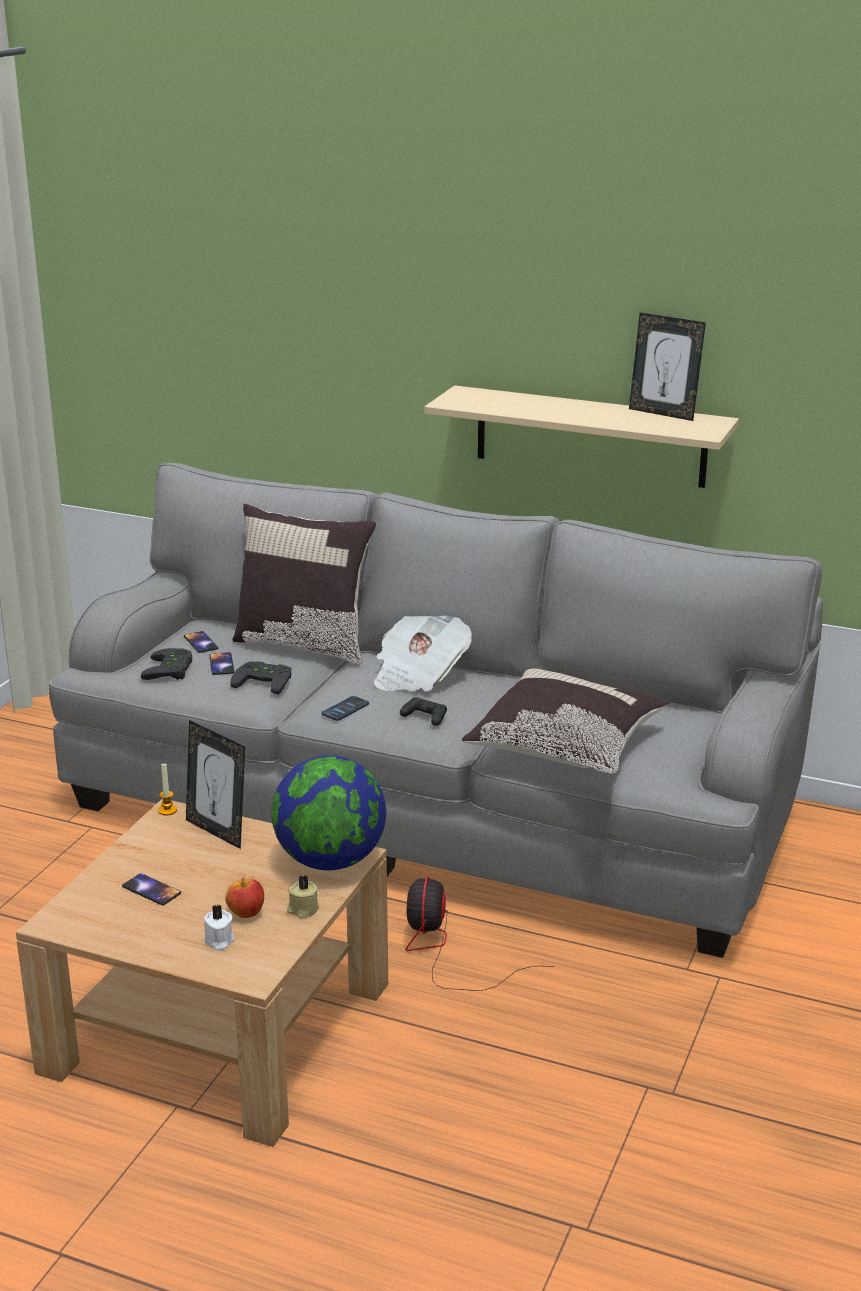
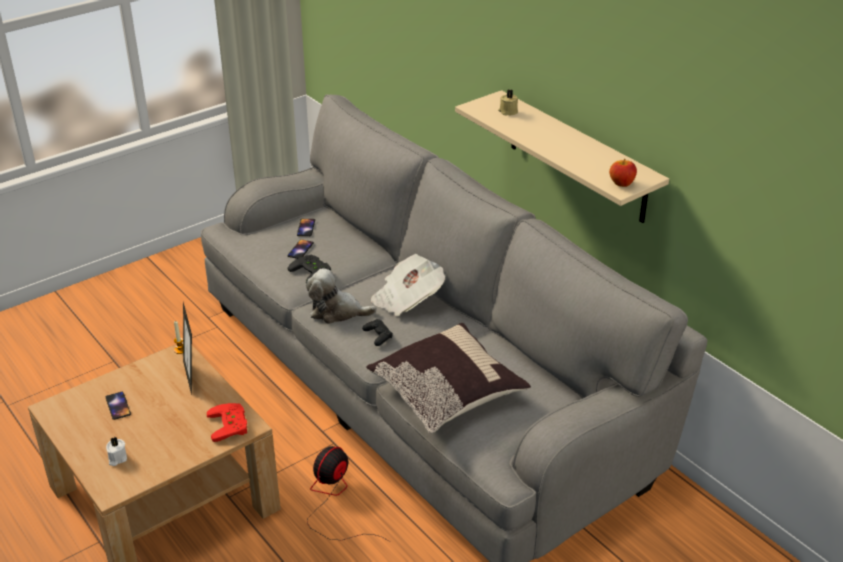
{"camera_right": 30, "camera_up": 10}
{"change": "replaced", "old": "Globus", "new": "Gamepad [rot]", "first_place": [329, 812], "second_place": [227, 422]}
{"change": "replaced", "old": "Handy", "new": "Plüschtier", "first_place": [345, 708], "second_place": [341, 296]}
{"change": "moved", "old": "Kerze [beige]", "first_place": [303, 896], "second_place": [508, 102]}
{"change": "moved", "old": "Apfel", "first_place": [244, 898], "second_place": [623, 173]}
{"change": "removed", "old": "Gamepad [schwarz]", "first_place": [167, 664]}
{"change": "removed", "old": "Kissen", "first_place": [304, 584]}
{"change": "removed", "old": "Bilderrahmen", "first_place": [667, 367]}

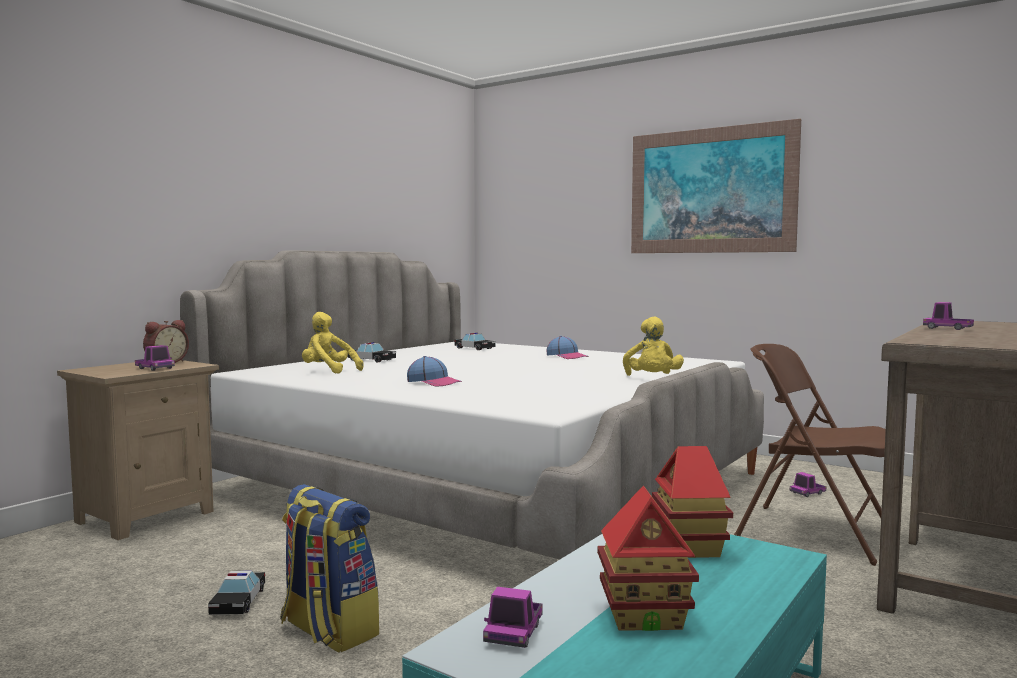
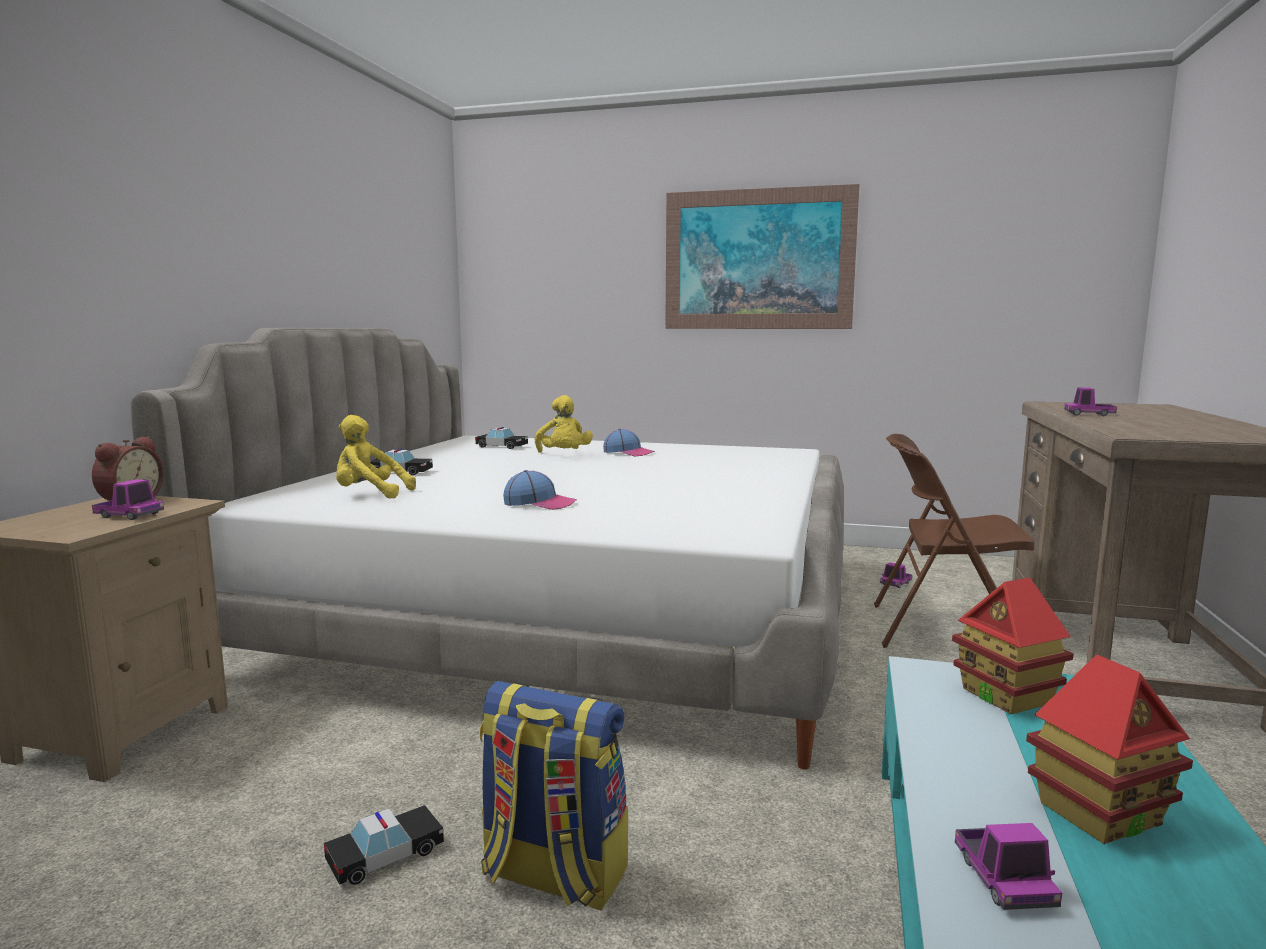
{"camera_right": -20, "camera_up": 5}
{"change": "turned", "old": "Spielzeugauto", "first_place": [236, 593], "second_place": [384, 845], "degrees": -105}
{"change": "moved", "old": "Plüschtier [gelb]", "first_place": [653, 346], "second_place": [564, 424]}

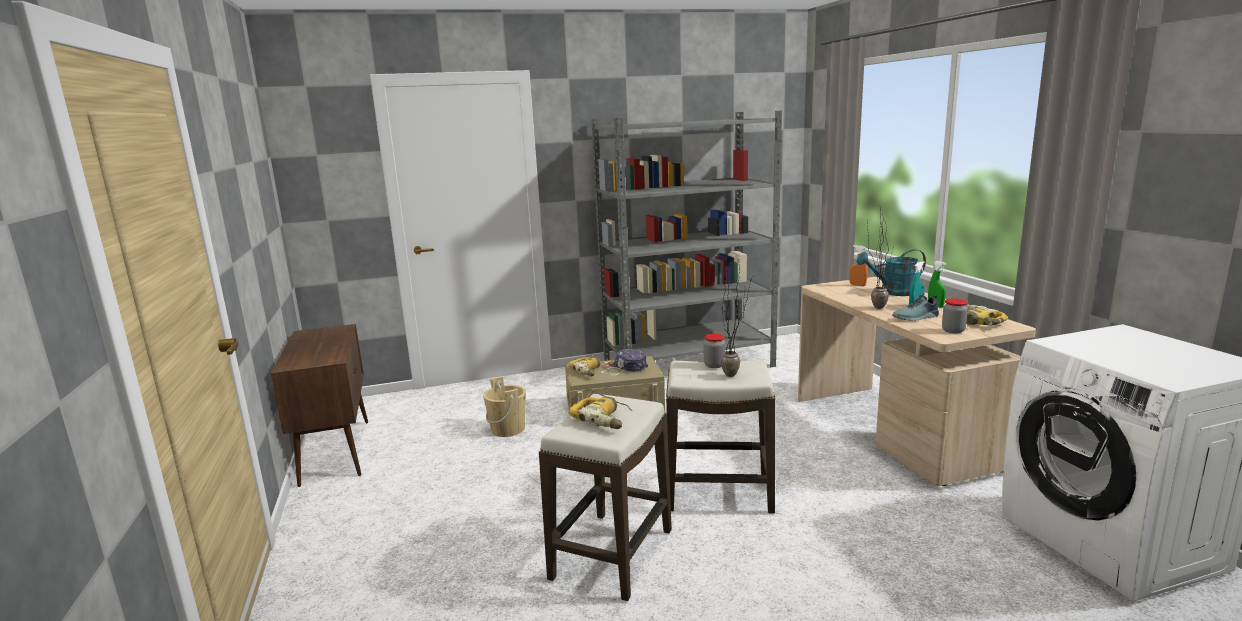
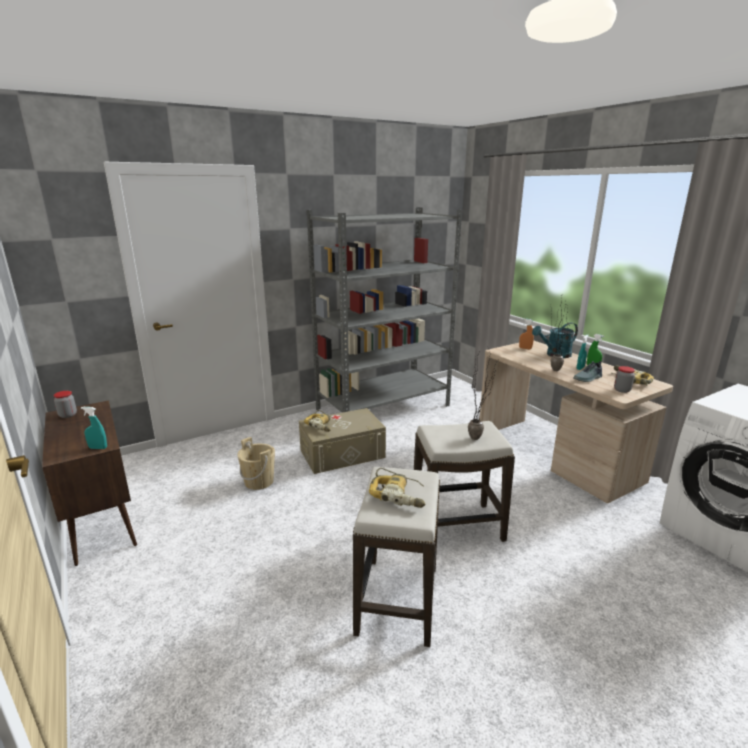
{"camera_right": -15, "camera_up": 5}
{"change": "moved", "old": "Vorratsglas", "first_place": [714, 350], "second_place": [65, 404]}
{"change": "added", "new": "Sprühflasche [türkis]", "second_place": [94, 428]}
{"change": "removed", "old": "Kappe", "first_place": [628, 360]}

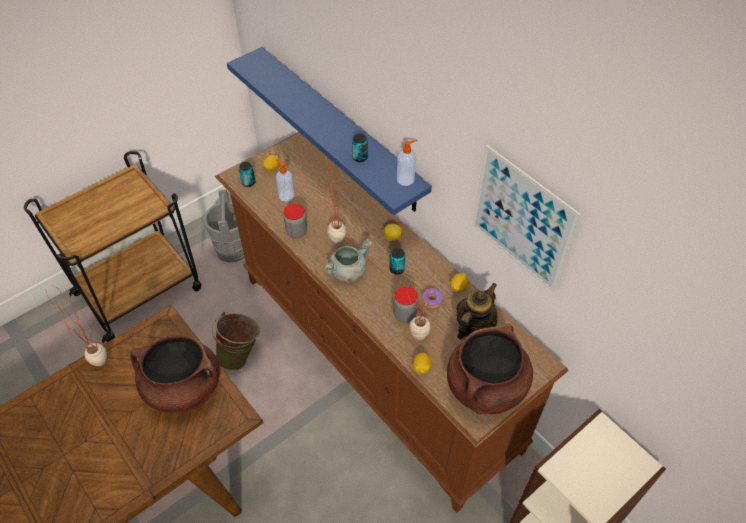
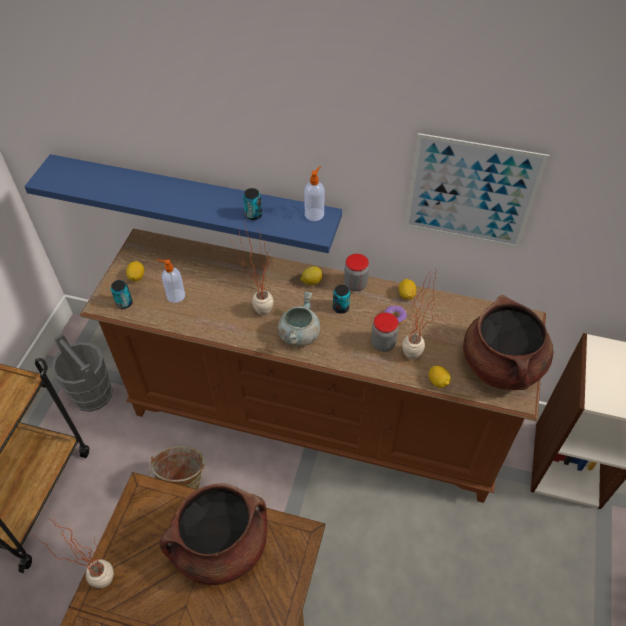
{"camera_right": -35, "camera_up": 0}
{"change": "moved", "old": "Vorratsglas", "first_place": [295, 221], "second_place": [356, 272]}
{"change": "removed", "old": "Teekanne", "first_place": [476, 311]}

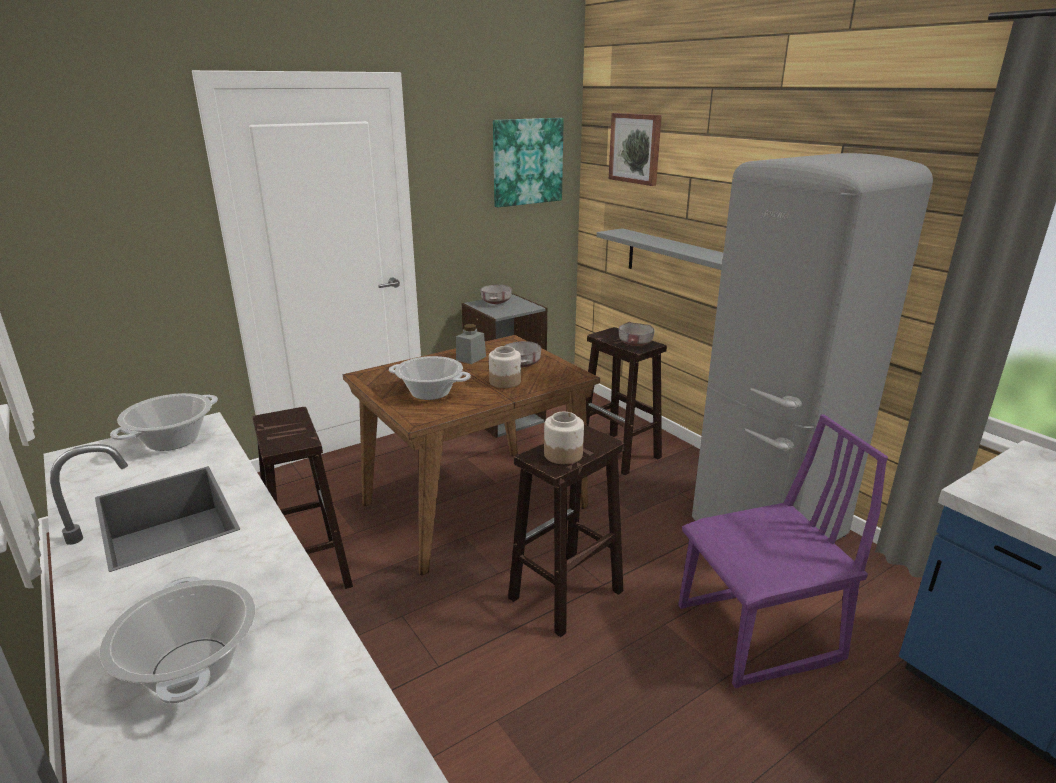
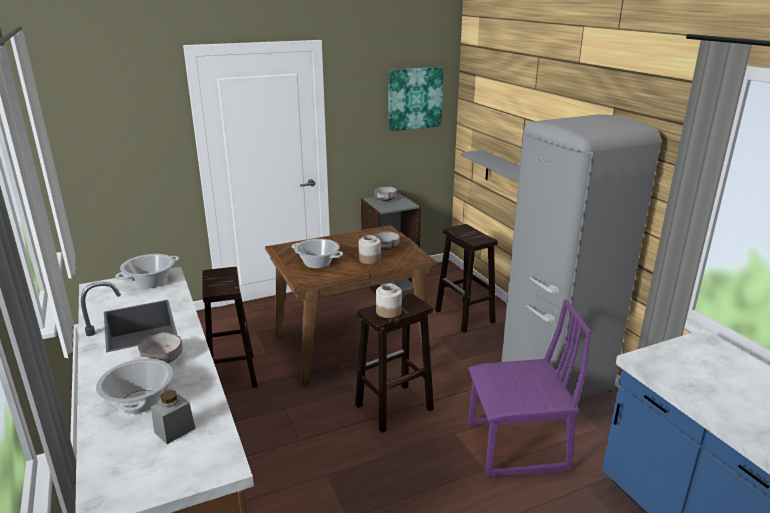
{"camera_right": 10, "camera_up": 0}
{"change": "moved", "old": "Schüssel [grau]", "first_place": [637, 334], "second_place": [160, 347]}
{"change": "moved", "old": "Vorratsglas [grau]", "first_place": [471, 344], "second_place": [173, 417]}
{"change": "removed", "old": "Bild", "first_place": [635, 149]}

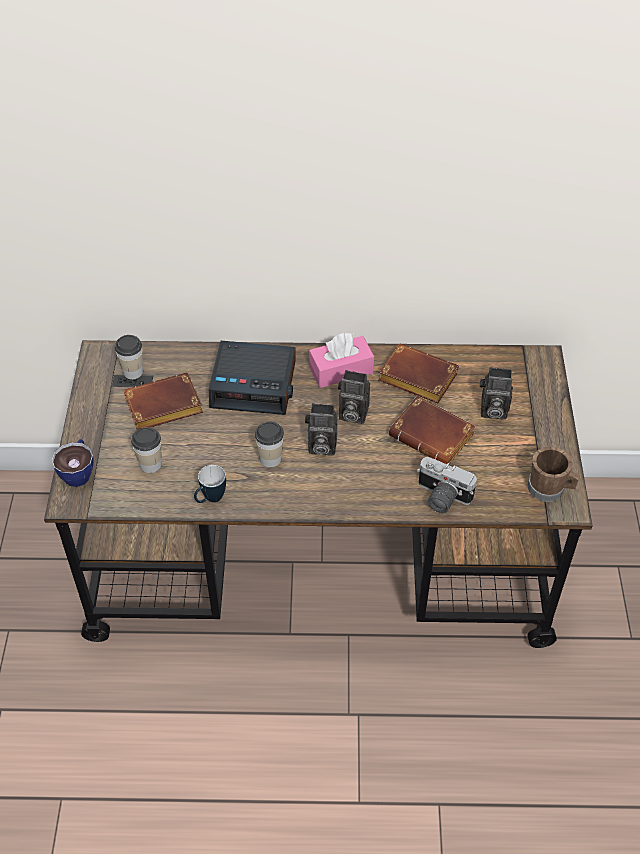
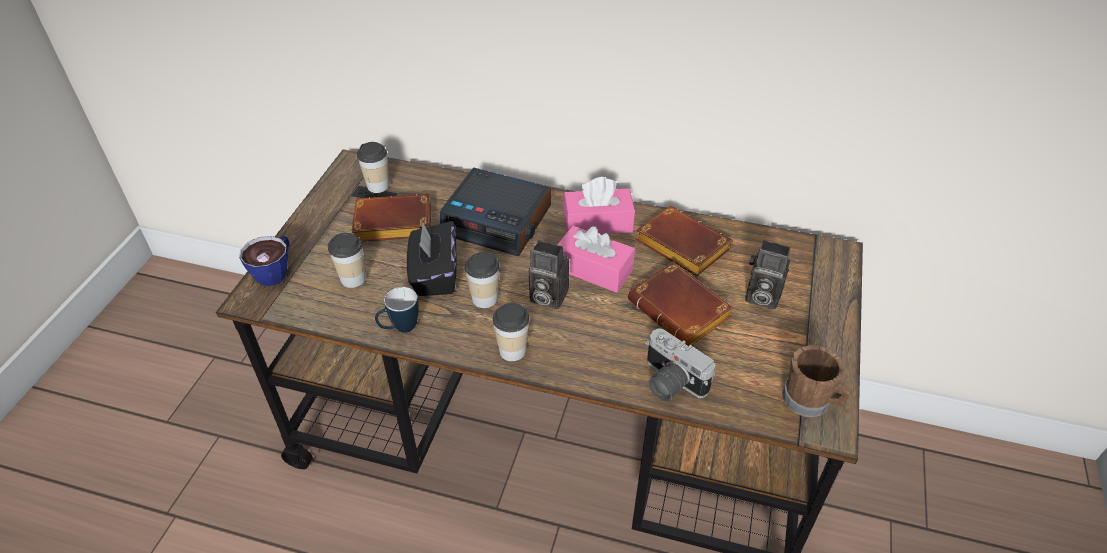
{"camera_right": 15, "camera_up": -5}
{"change": "added", "new": "Taschentuchbox [schwarz]", "second_place": [431, 258]}
{"change": "added", "new": "Tasse", "second_place": [511, 332]}
{"change": "replaced", "old": "Kamera", "new": "Taschentuchbox [rosa]", "first_place": [354, 397], "second_place": [596, 259]}

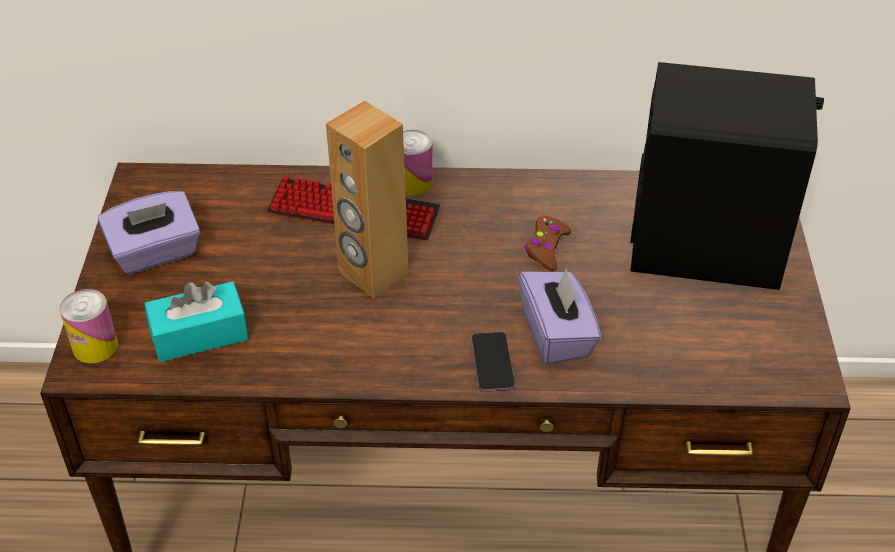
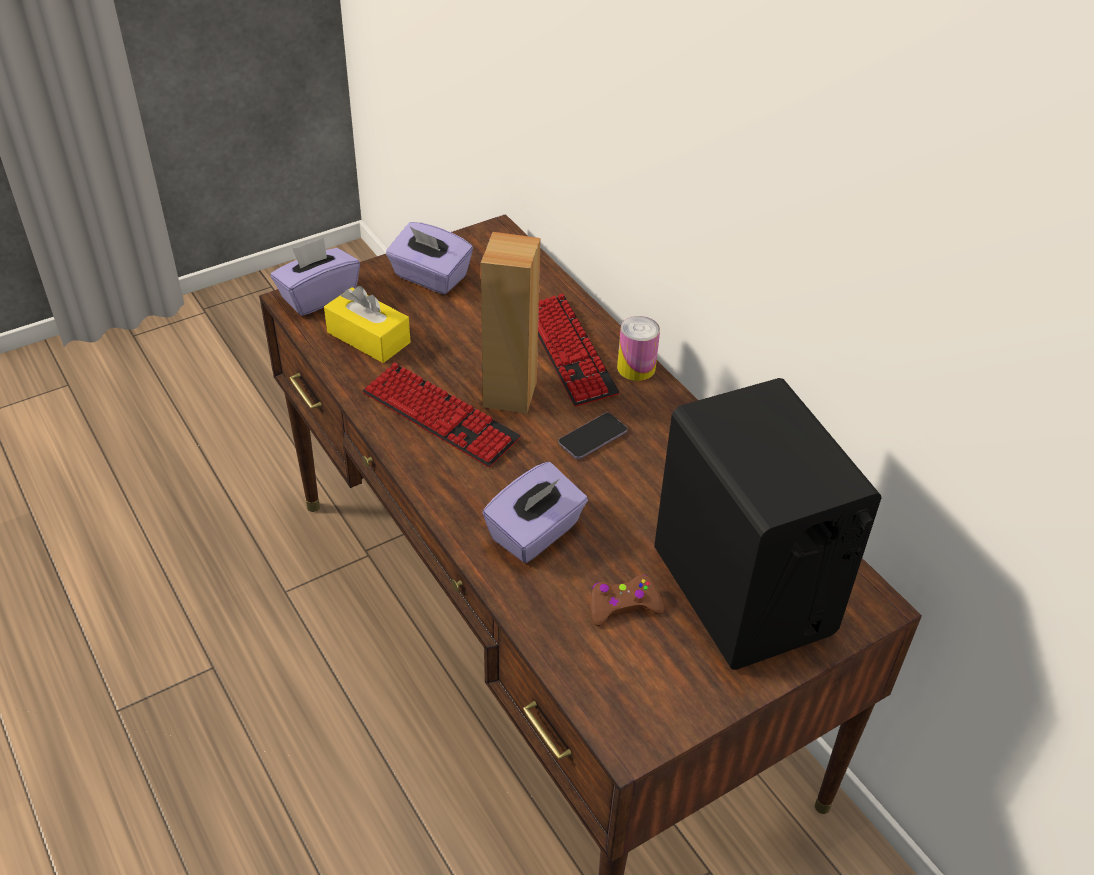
{"camera_right": 55, "camera_up": 0}
{"change": "replaced", "old": "Dose", "new": "Taschentuchbox [lila]", "first_place": [89, 326], "second_place": [315, 277]}
{"change": "recoloured", "old": "Taschentuchbox [türkis]", "new": "Taschentuchbox [gelb]", "first_place": [196, 321], "second_place": [367, 324]}
{"change": "added", "new": "Tastatur", "second_place": [441, 414]}
{"change": "moved", "old": "Handy", "first_place": [493, 362], "second_place": [592, 436]}
{"change": "moved", "old": "Gamepad [braun]", "first_place": [548, 243], "second_place": [627, 600]}

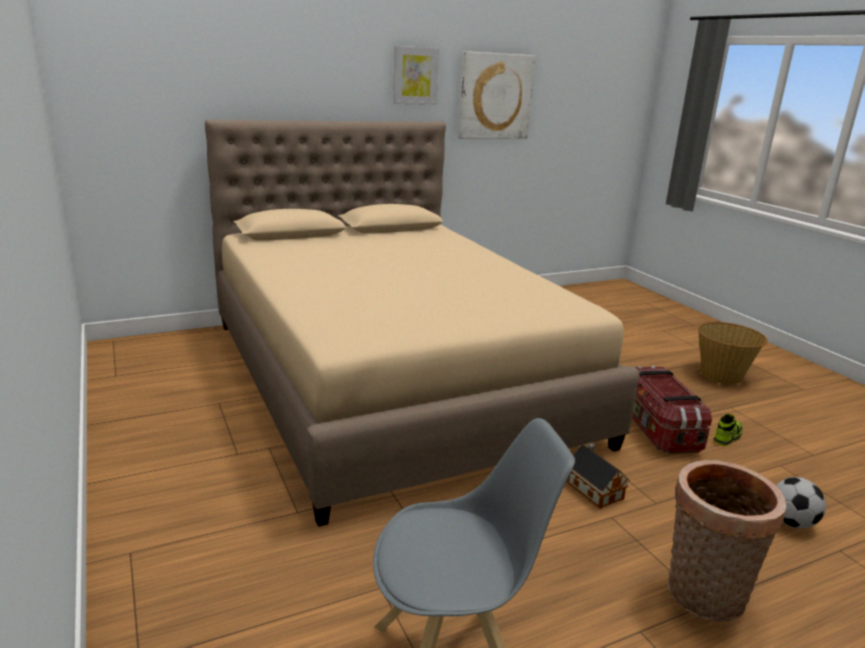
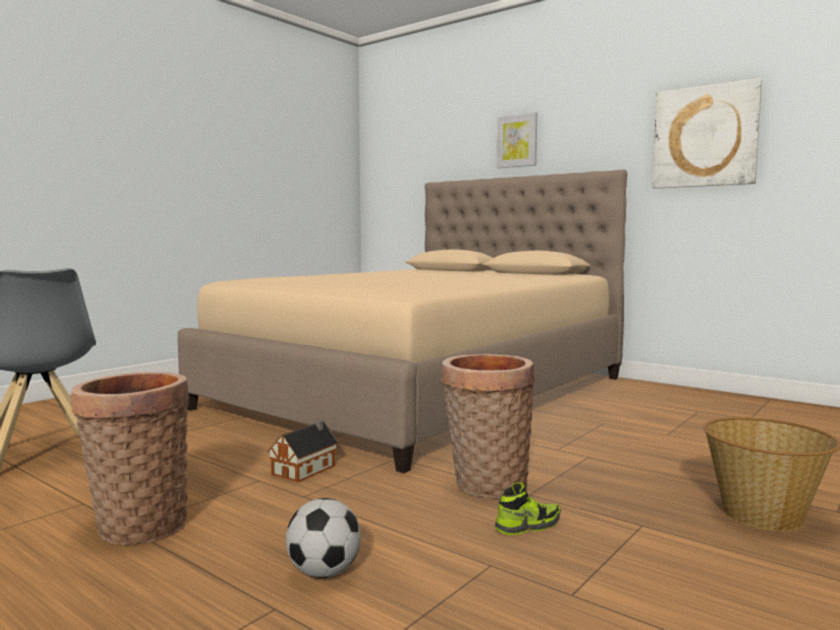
{"camera_right": 65, "camera_up": -15}
{"change": "replaced", "old": "Aufbewahrungsbox", "new": "Korb", "first_place": [672, 410], "second_place": [488, 426]}
{"change": "turned", "old": "Schuh", "first_place": [728, 430], "second_place": [528, 508], "degrees": -45}
{"change": "moved", "old": "Bild", "first_place": [416, 75], "second_place": [516, 140]}

